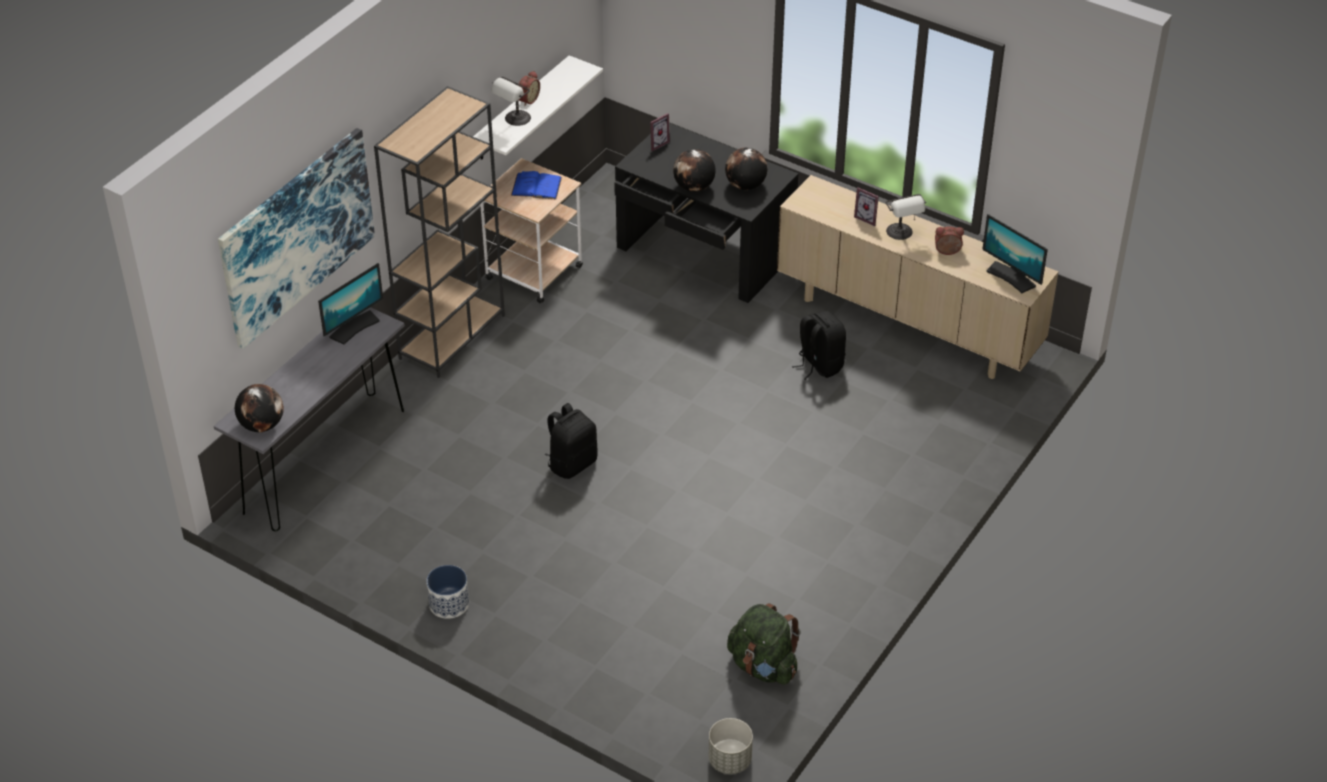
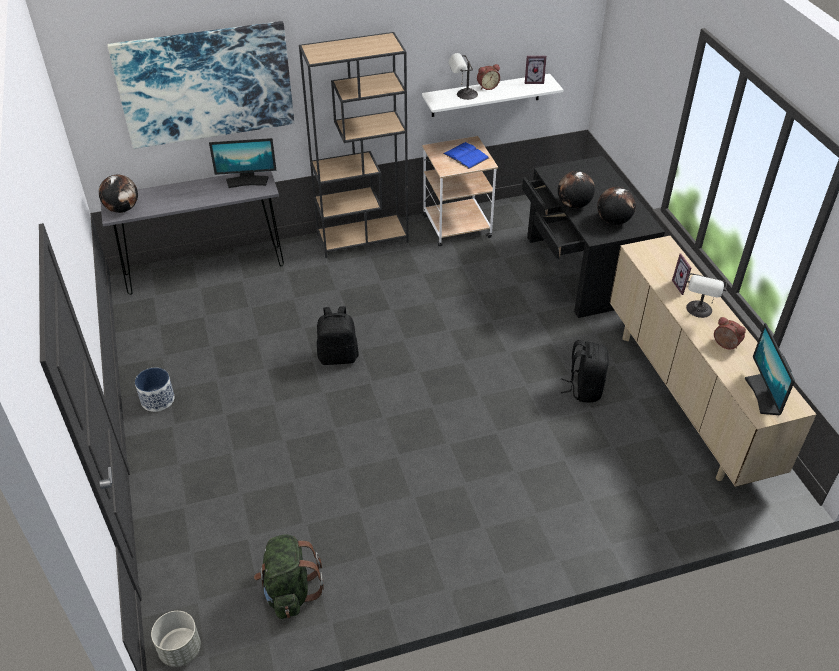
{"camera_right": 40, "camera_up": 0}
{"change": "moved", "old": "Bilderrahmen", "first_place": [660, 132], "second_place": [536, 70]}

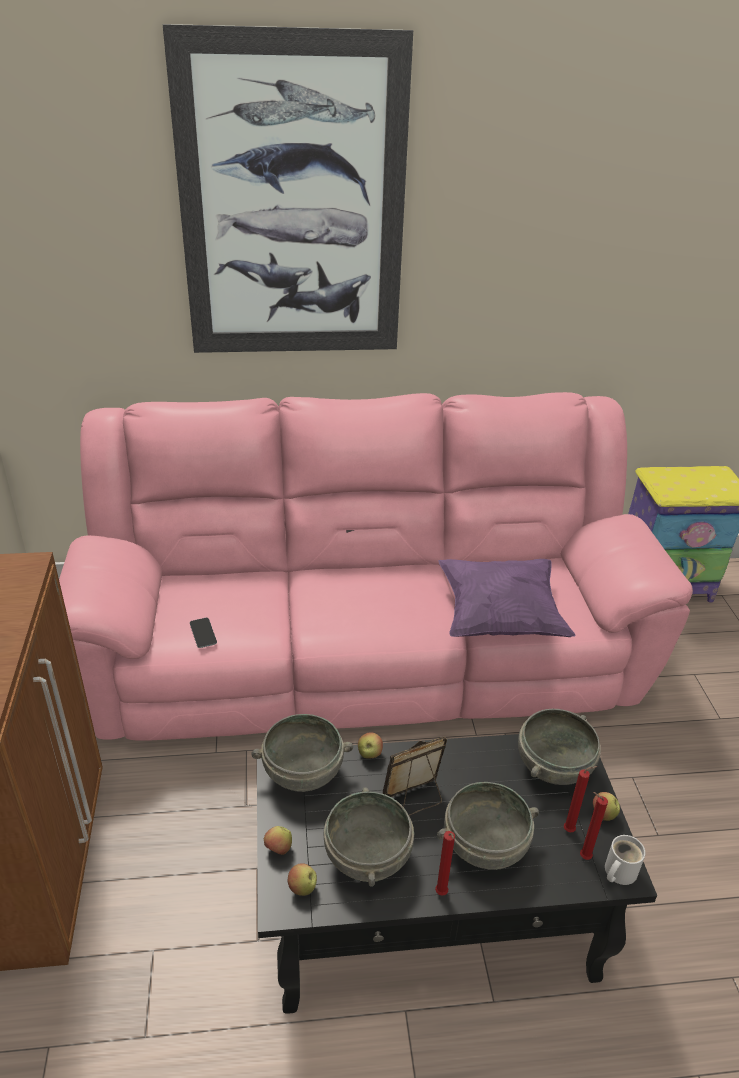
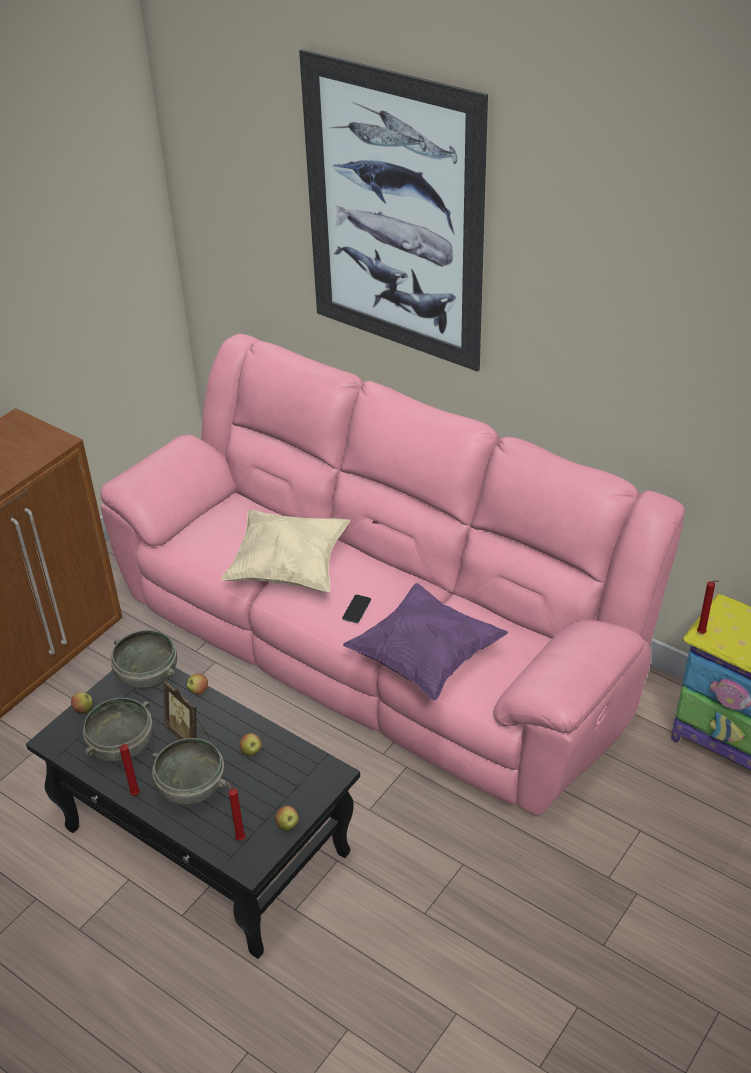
{"camera_right": 45, "camera_up": 5}
{"change": "turned", "old": "Bilderrahmen", "first_place": [415, 776], "second_place": [187, 710], "degrees": -150}
{"change": "added", "new": "Kissen [beige]", "second_place": [285, 551]}
{"change": "moved", "old": "Apfel", "first_place": [302, 879], "second_place": [250, 745]}
{"change": "moved", "old": "Handy", "first_place": [203, 633], "second_place": [356, 609]}
{"change": "moved", "old": "Kerze [rot]", "first_place": [580, 799], "second_place": [708, 607]}
{"change": "removed", "old": "Schüssel [grau]", "first_place": [559, 747]}
{"change": "removed", "old": "Henkelbecher [weiß]", "first_place": [625, 860]}

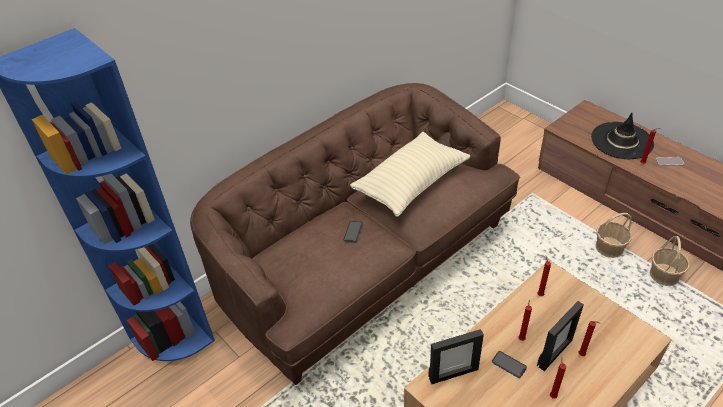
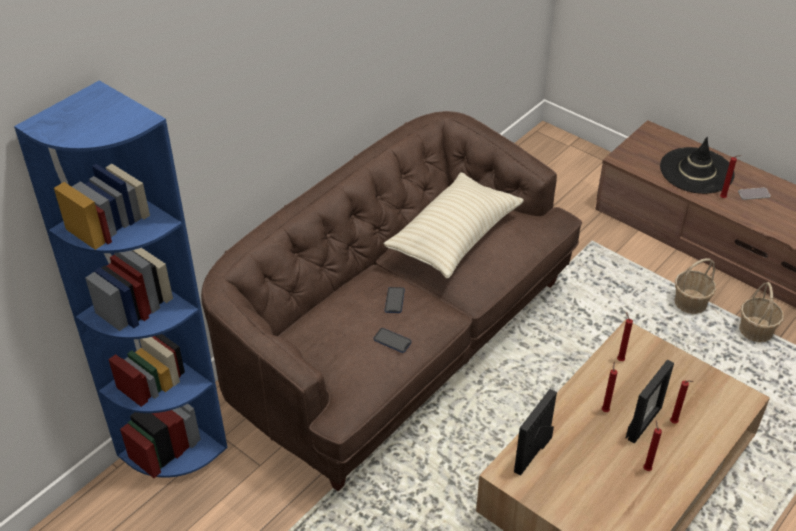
{"camera_right": -10, "camera_up": 0}
{"change": "moved", "old": "Handy", "first_place": [509, 364], "second_place": [393, 340]}
{"change": "turned", "old": "Bilderrahmen", "first_place": [456, 356], "second_place": [535, 432], "degrees": 150}

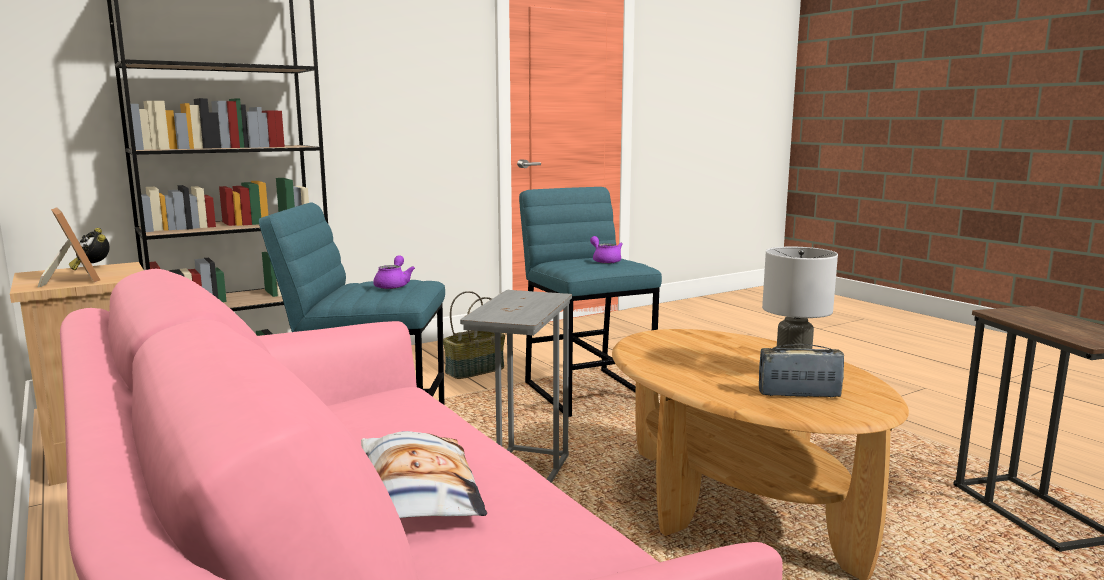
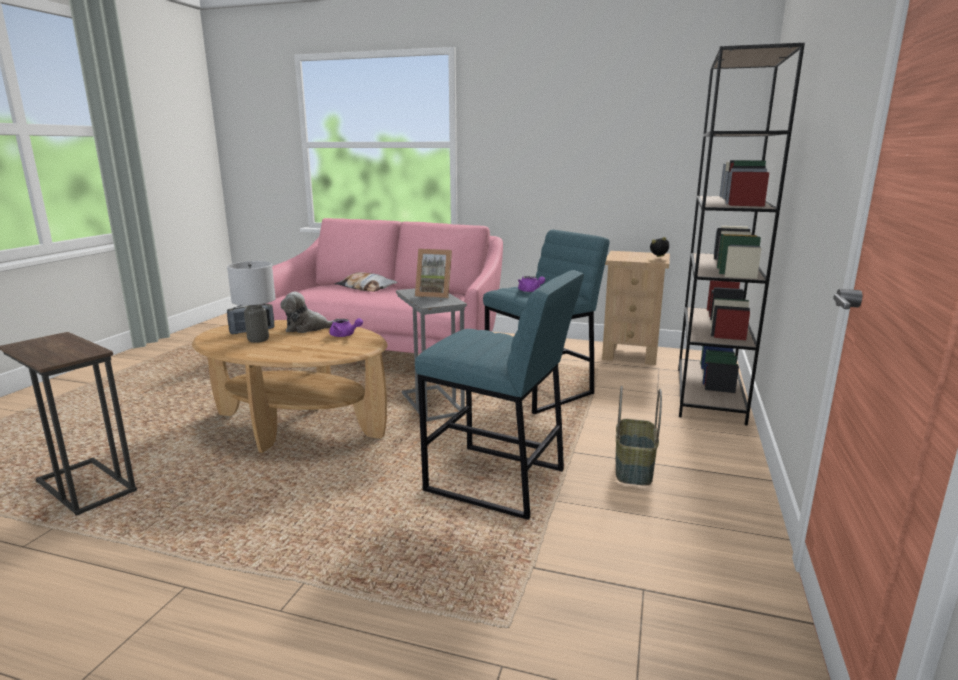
{"camera_right": 140, "camera_up": 5}
{"change": "added", "new": "Plüschtier", "second_place": [308, 312]}
{"change": "moved", "old": "Teekanne [lila]", "first_place": [606, 250], "second_place": [346, 327]}
{"change": "moved", "old": "Bilderrahmen", "first_place": [68, 248], "second_place": [433, 273]}

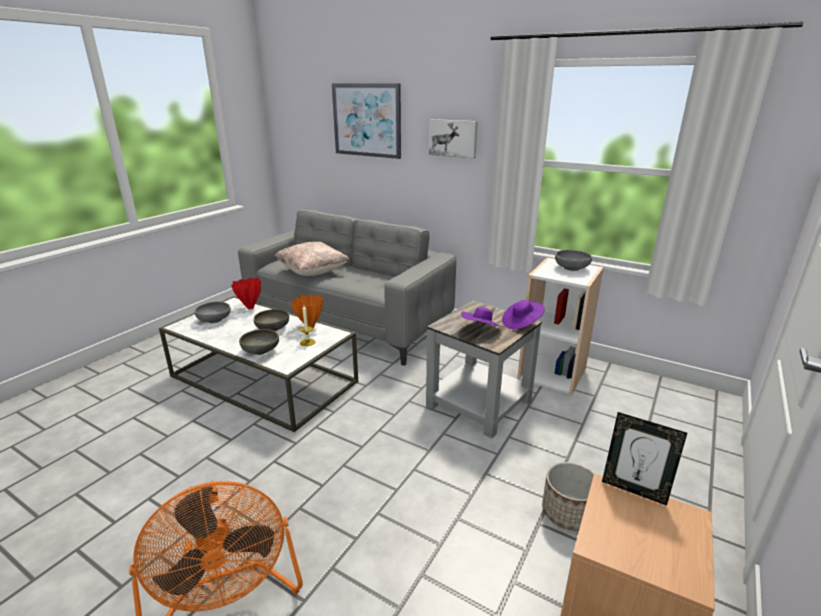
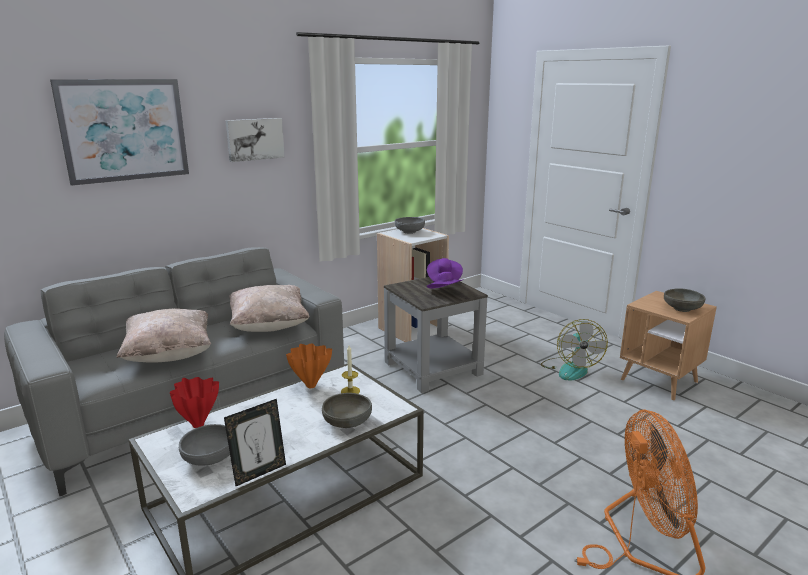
{"camera_right": -70, "camera_up": -5}
{"change": "moved", "old": "Bilderrahmen", "first_place": [644, 458], "second_place": [255, 443]}
{"change": "added", "new": "Kissen [beige]", "second_place": [269, 308]}
{"change": "replaced", "old": "Pflanzkübel", "new": "Ventilator", "first_place": [568, 496], "second_place": [574, 350]}
{"change": "moved", "old": "Schüssel [grau]", "first_place": [271, 320], "second_place": [684, 300]}

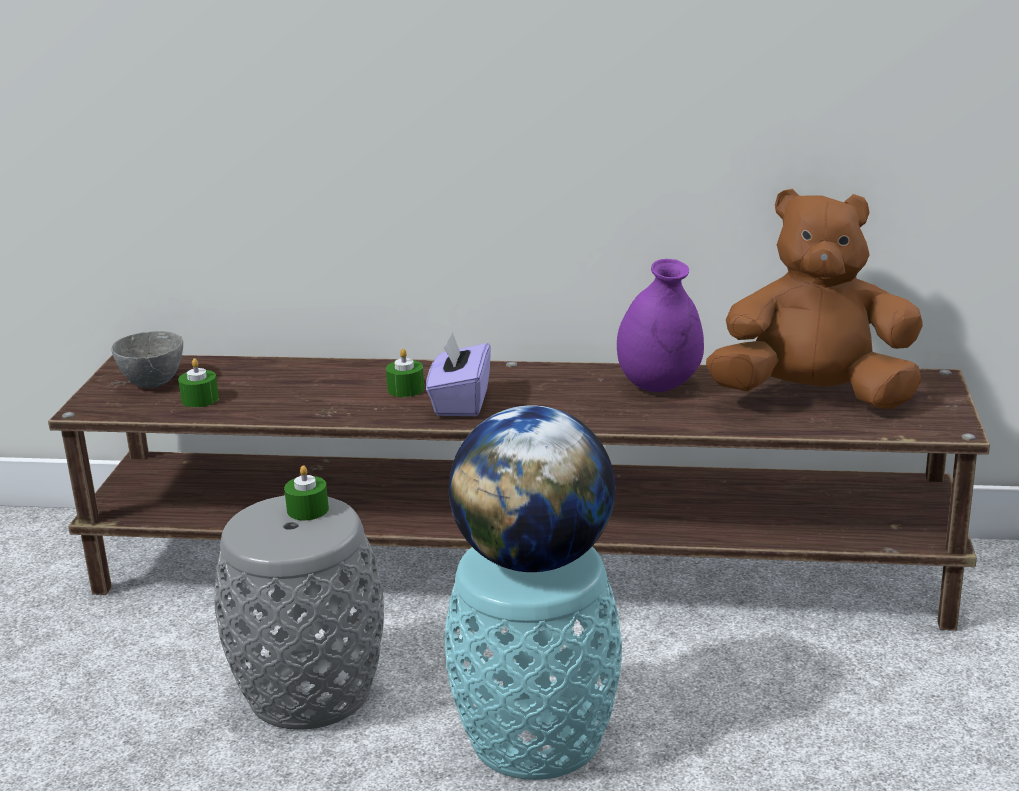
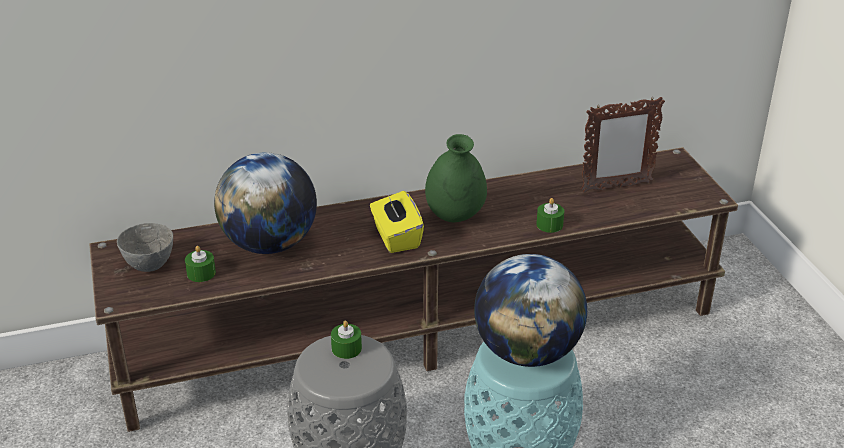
{"camera_right": -25, "camera_up": 10}
{"change": "added", "new": "Globus", "second_place": [265, 203]}
{"change": "recoloured", "old": "Taschentuchbox [lila]", "new": "Taschentuchbox [gelb]", "first_place": [458, 374], "second_place": [397, 221]}
{"change": "added", "new": "Vase [grün]", "second_place": [456, 178]}
{"change": "moved", "old": "Kerze [grün]", "first_place": [405, 372], "second_place": [550, 215]}
{"change": "replaced", "old": "Plüschtier [braun]", "new": "Bilderrahmen", "first_place": [814, 299], "second_place": [623, 145]}
{"change": "removed", "old": "Vase [lila]", "first_place": [660, 325]}

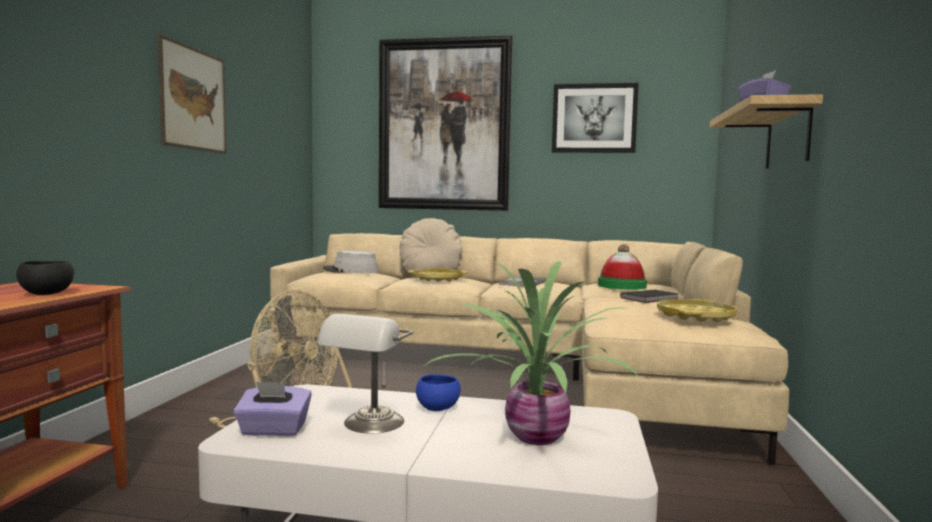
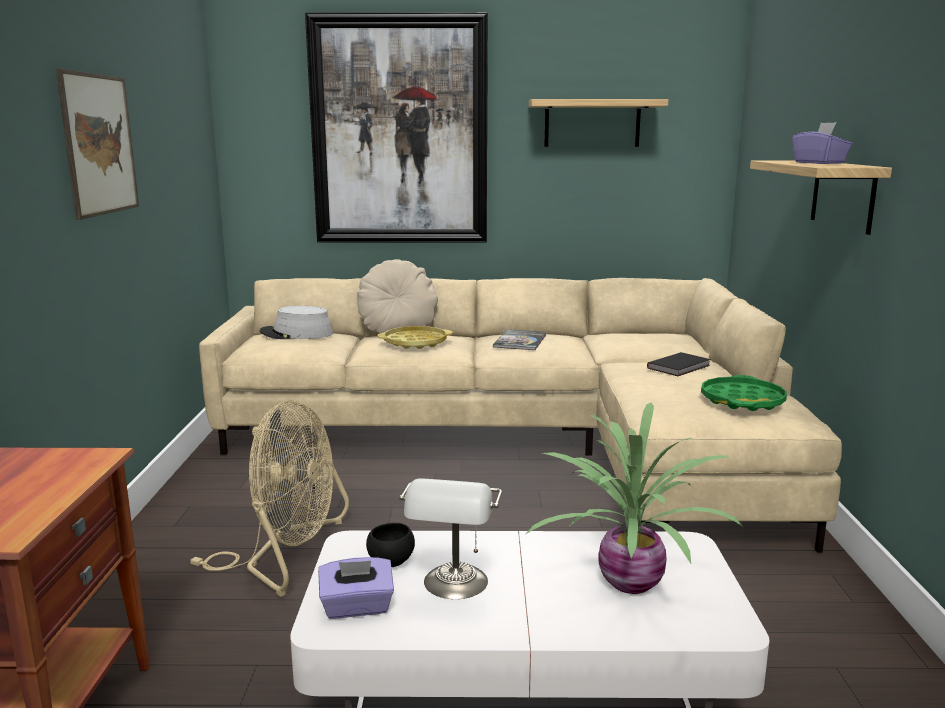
{"camera_right": -10, "camera_up": 10}
{"change": "moved", "old": "Schüssel [schwarz]", "first_place": [45, 278], "second_place": [390, 545]}
{"change": "replaced", "old": "Bild", "new": "Wandregal", "first_place": [595, 118], "second_place": [598, 123]}
{"change": "recoloured", "old": "Tablett [gelb]", "new": "Tablett [grün]", "first_place": [697, 310], "second_place": [744, 393]}
{"change": "removed", "old": "Schüssel [blau]", "first_place": [438, 392]}
{"change": "removed", "old": "Hut", "first_place": [622, 267]}

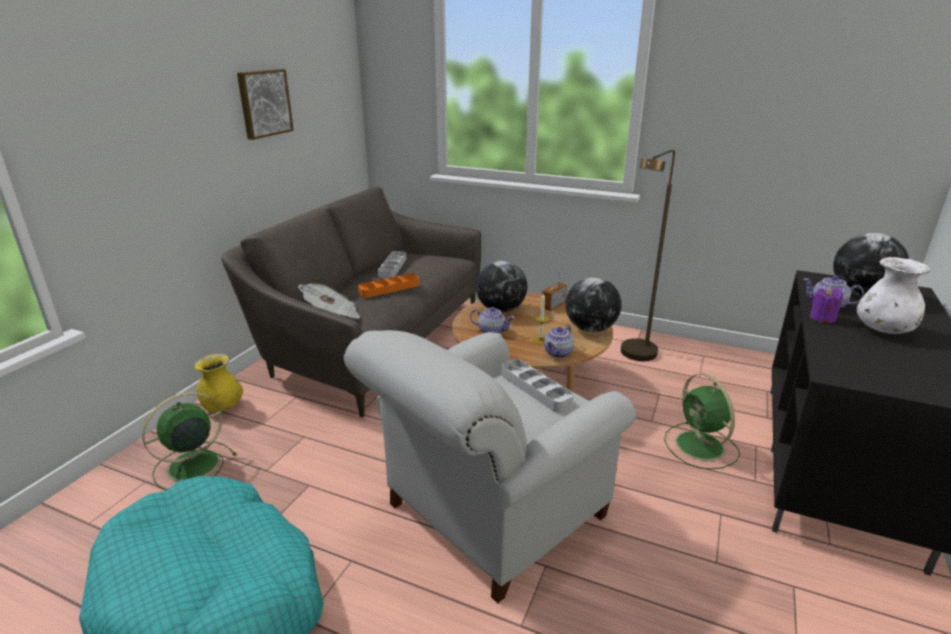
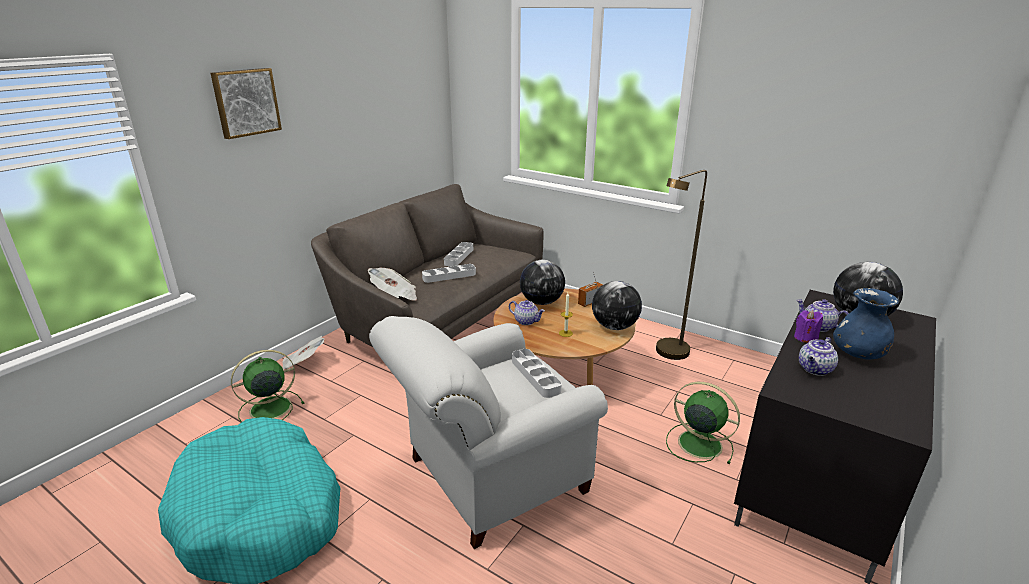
{"camera_right": 10, "camera_up": 0}
{"change": "moved", "old": "Bild", "first_place": [265, 104], "second_place": [246, 103]}
{"change": "replaced", "old": "Vase [gelb]", "new": "Zeitung", "first_place": [218, 383], "second_place": [303, 353]}
{"change": "recoloured", "old": "Tablett [orange]", "new": "Tablett [grau]", "first_place": [388, 285], "second_place": [449, 273]}
{"change": "turned", "old": "Ventilator [grün]", "first_place": [702, 421], "second_place": [703, 423], "degrees": 135}
{"change": "moved", "old": "Teekanne", "first_place": [559, 341], "second_place": [818, 356]}
{"change": "recoloured", "old": "Vase [weiß]", "new": "Vase [blau]", "first_place": [893, 295], "second_place": [866, 324]}

